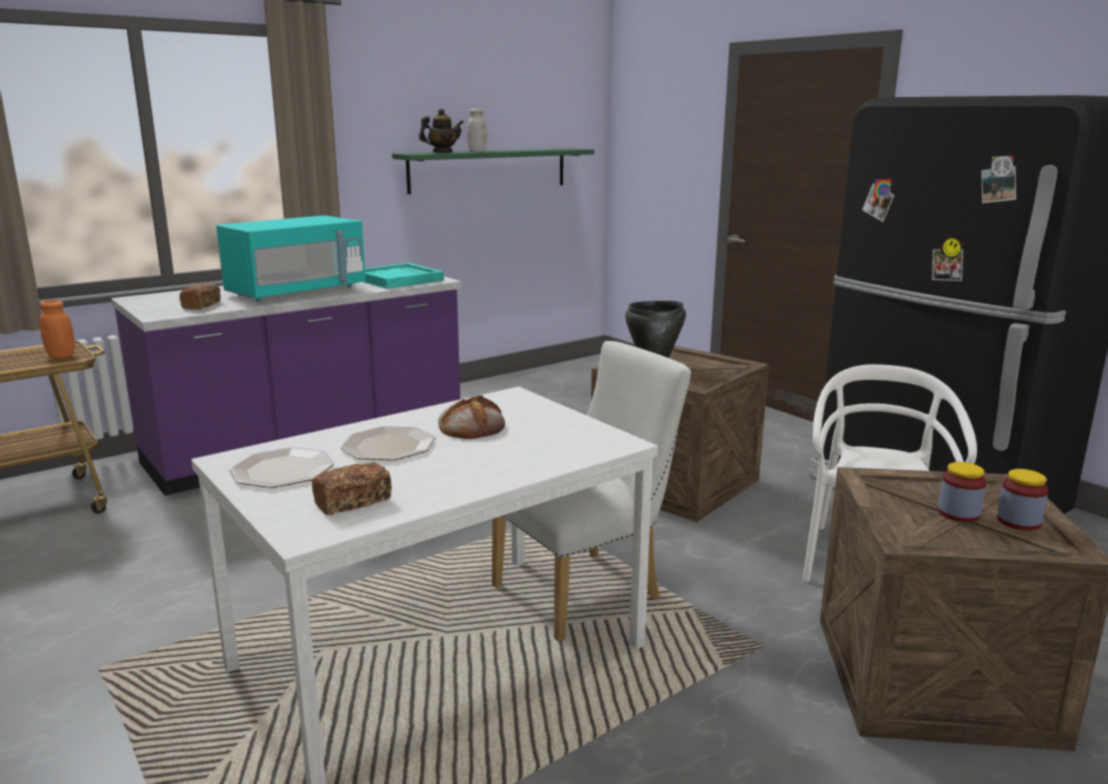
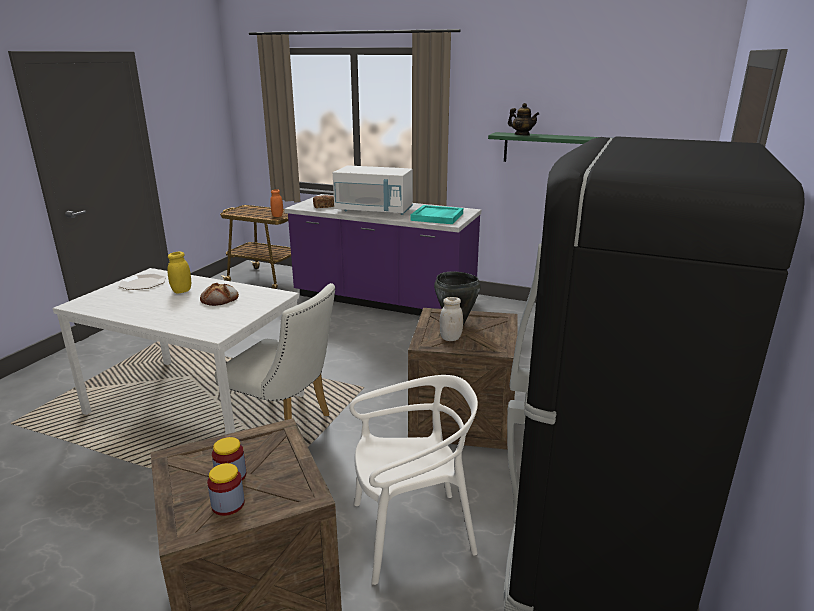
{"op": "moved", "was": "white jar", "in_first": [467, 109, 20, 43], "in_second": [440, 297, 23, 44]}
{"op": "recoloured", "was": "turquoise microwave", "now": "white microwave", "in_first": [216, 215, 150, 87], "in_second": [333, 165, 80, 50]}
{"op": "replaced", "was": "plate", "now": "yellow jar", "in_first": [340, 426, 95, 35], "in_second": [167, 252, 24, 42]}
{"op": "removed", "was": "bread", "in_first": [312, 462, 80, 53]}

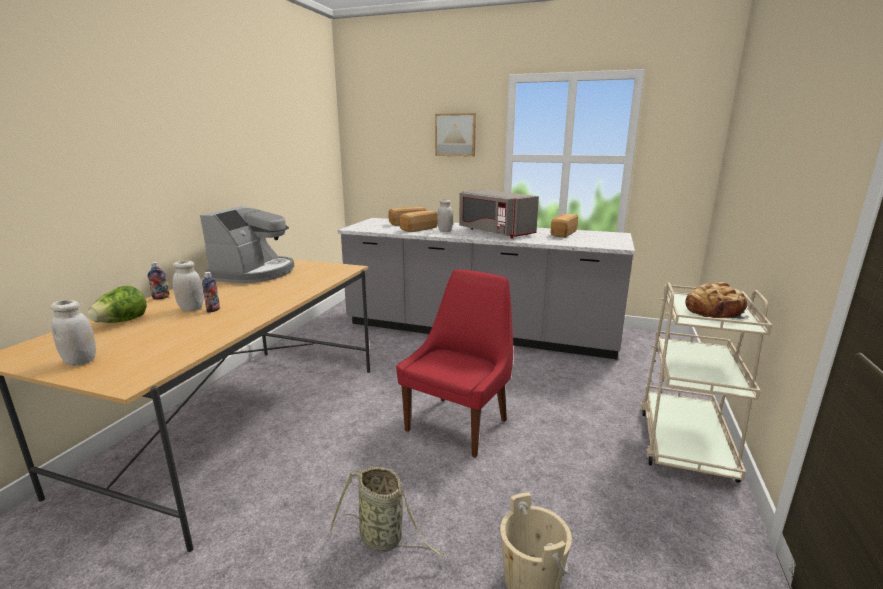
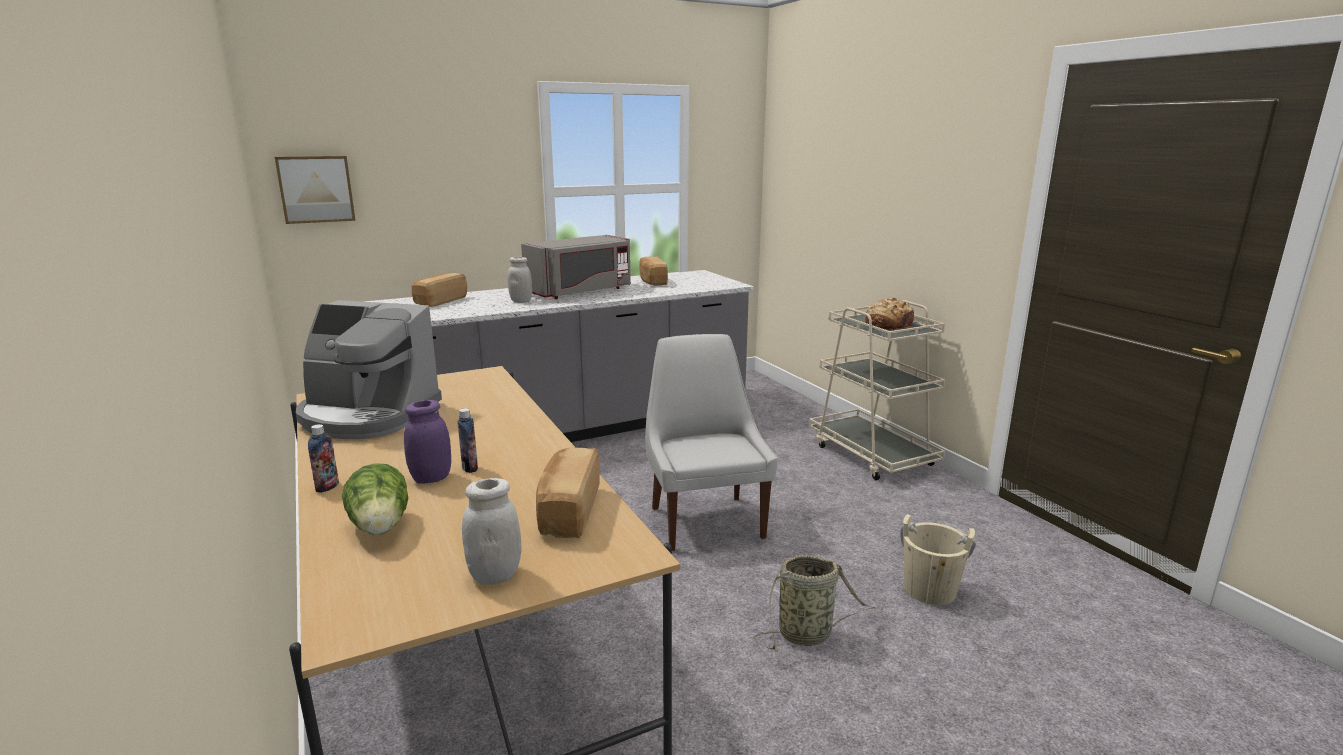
{"op": "moved", "was": "picture", "in_first": [435, 113, 41, 44], "in_second": [275, 156, 81, 68]}
{"op": "turned", "was": "grey microwave", "in_first": [459, 189, 80, 49], "in_second": [521, 235, 110, 64], "clockwise": -45}
{"op": "turned", "was": "coffee machine", "in_first": [200, 206, 94, 77], "in_second": [296, 300, 146, 139], "clockwise": 135}
{"op": "moved", "was": "bread", "in_first": [399, 211, 39, 21], "in_second": [536, 448, 64, 90]}
{"op": "recoloured", "was": "white jar", "now": "purple jar", "in_first": [173, 261, 31, 50], "in_second": [404, 400, 47, 84]}
{"op": "recoloured", "was": "red chair", "now": "white chair", "in_first": [396, 270, 117, 188], "in_second": [645, 334, 133, 217]}

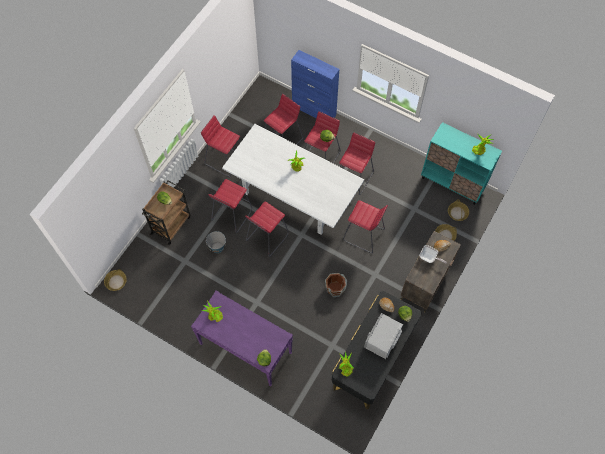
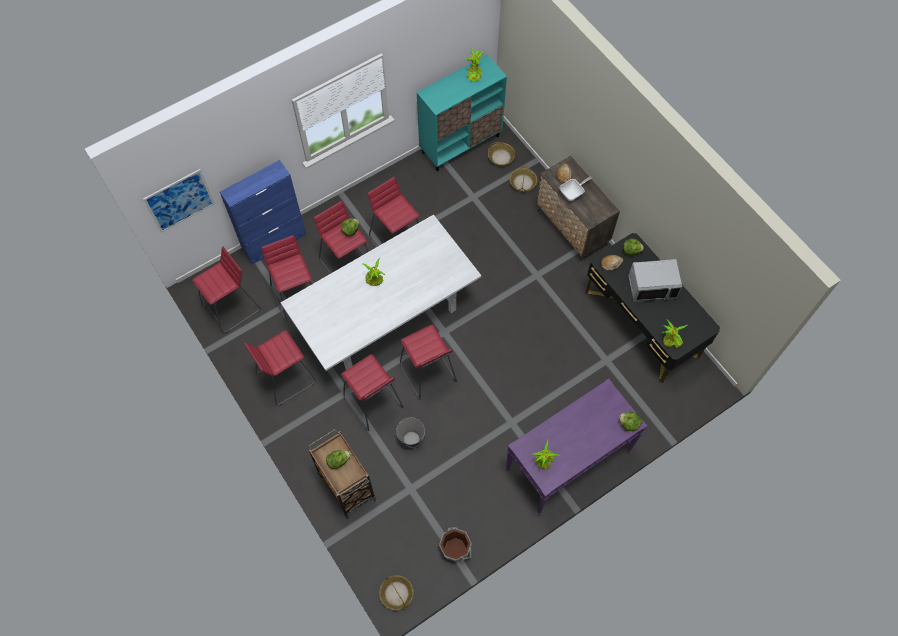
{"op": "moved", "was": "red stool", "in_first": [343, 200, 45, 54], "in_second": [192, 247, 69, 86]}
{"op": "moved", "was": "brown bucket", "in_first": [325, 273, 22, 24], "in_second": [439, 527, 33, 35]}
{"op": "turned", "was": "grey microwave", "in_first": [364, 313, 39, 46], "in_second": [628, 259, 54, 43], "clockwise": -60}
{"op": "added", "now": "picture", "in_second": [143, 169, 72, 64]}

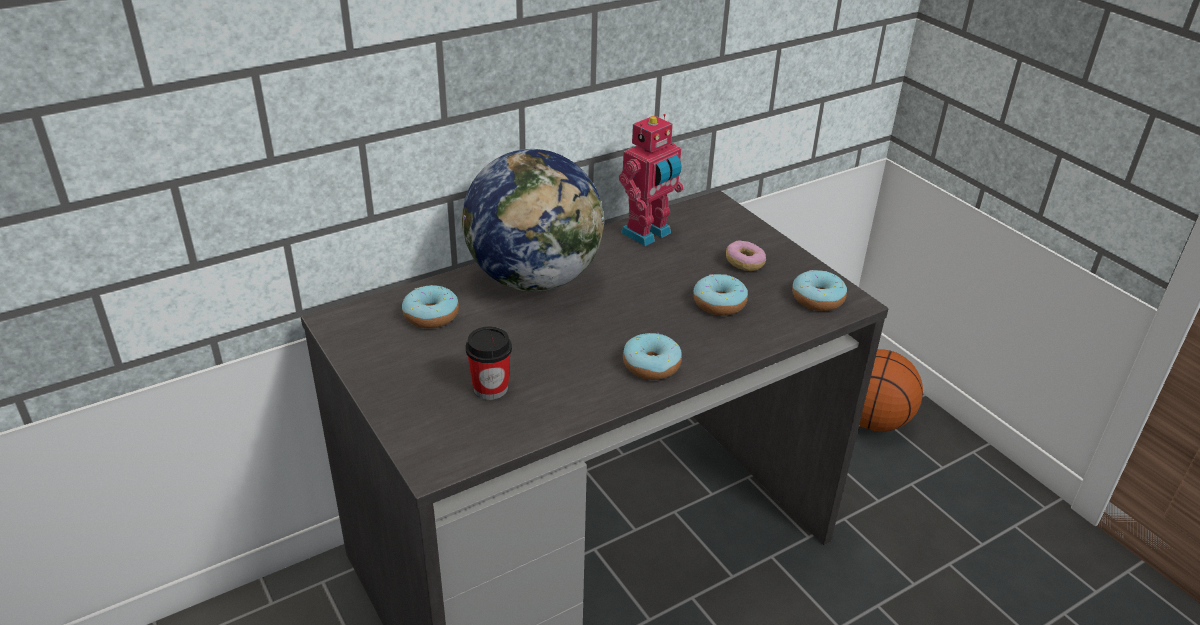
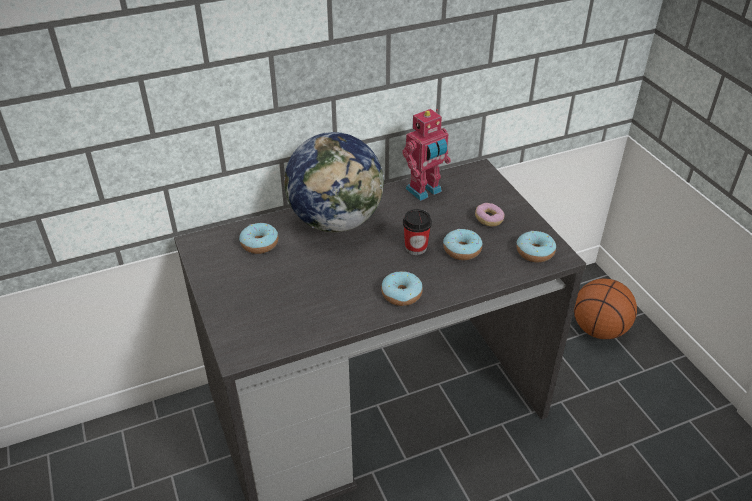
{"op": "moved", "was": "cup", "in_first": [466, 326, 46, 74], "in_second": [403, 209, 29, 46]}

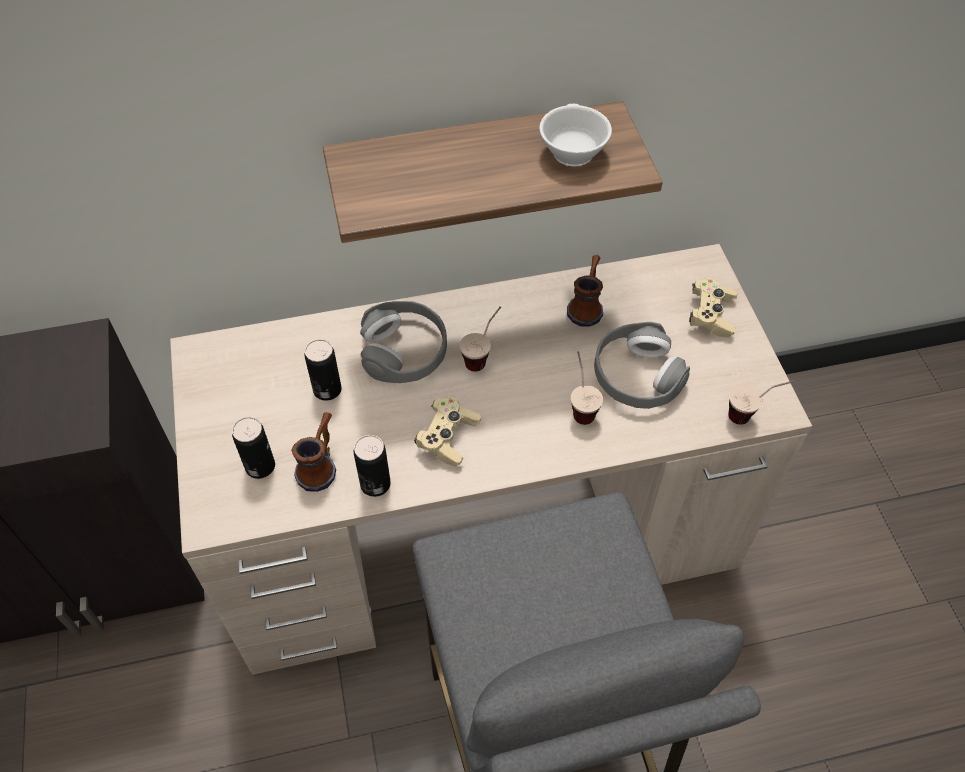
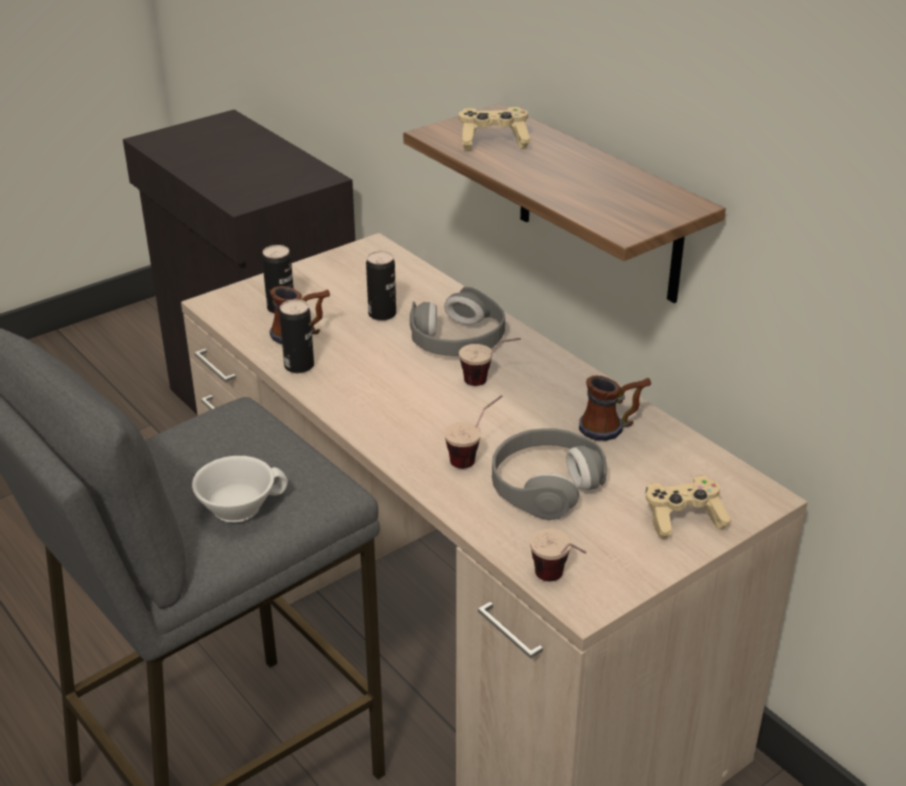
{"op": "moved", "was": "white cup", "in_first": [539, 104, 73, 62], "in_second": [192, 456, 96, 67]}
{"op": "moved", "was": "beige game controller", "in_first": [414, 397, 67, 70], "in_second": [458, 107, 73, 44]}

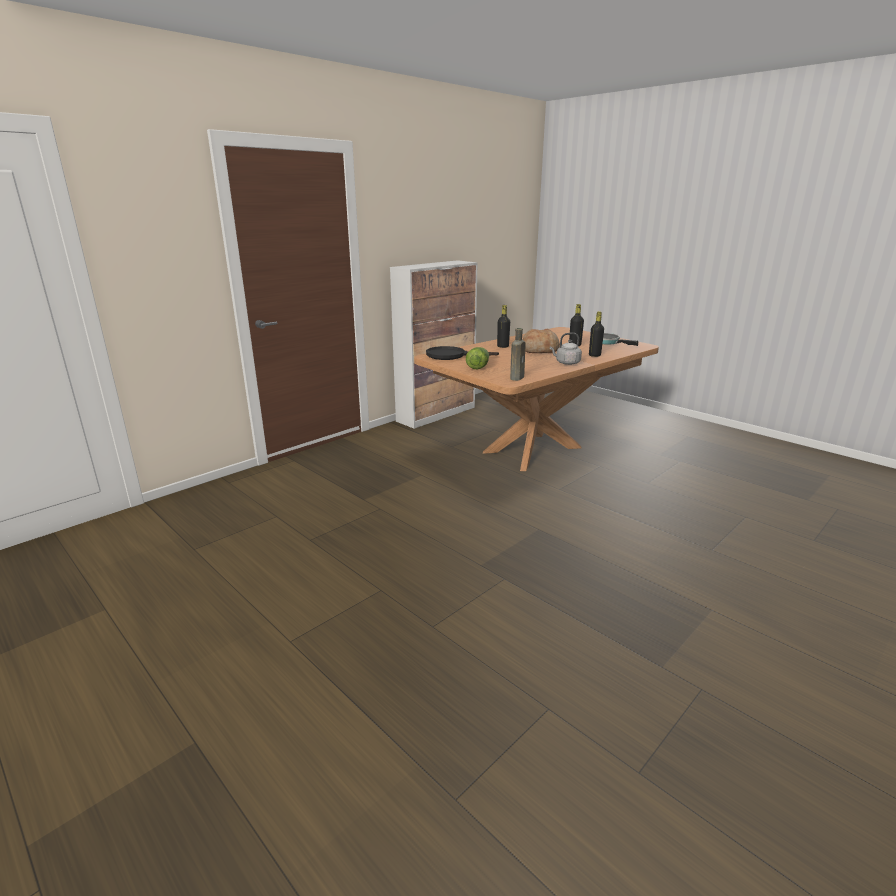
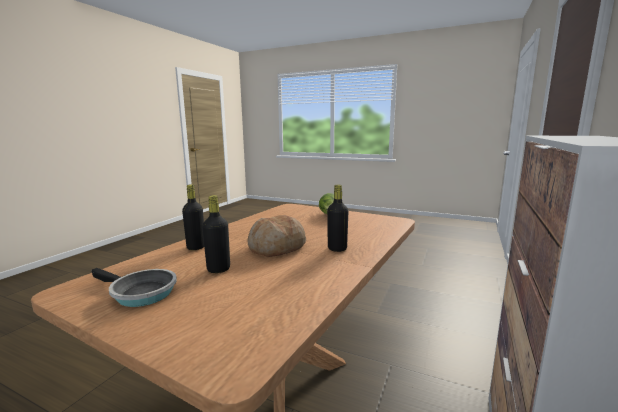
{"op": "removed", "was": "brown bottle", "in_first": [510, 328, 16, 53]}
{"op": "removed", "was": "grey kettle", "in_first": [550, 333, 32, 32]}
{"op": "removed", "was": "black frying pan", "in_first": [426, 346, 73, 14]}

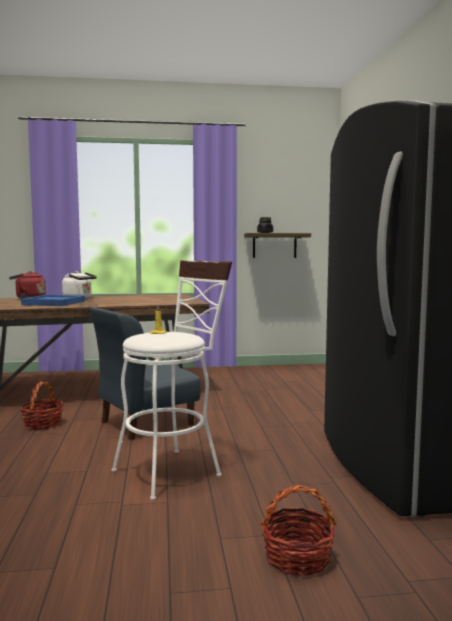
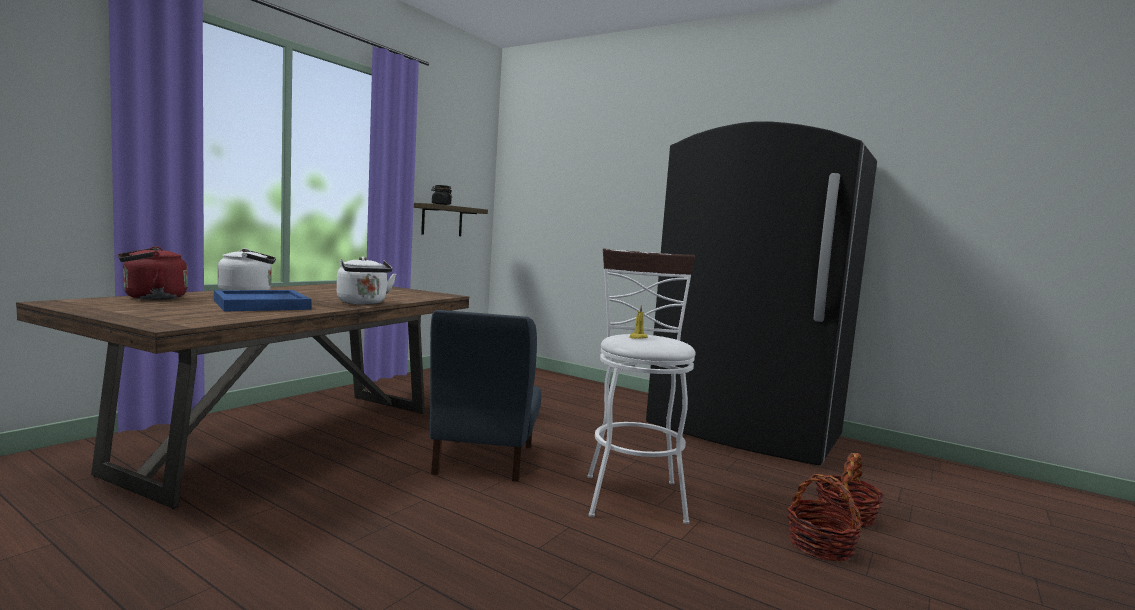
{"op": "moved", "was": "basket", "in_first": [20, 381, 43, 49], "in_second": [787, 474, 76, 87]}
{"op": "added", "now": "white kettle", "in_second": [337, 257, 59, 48]}

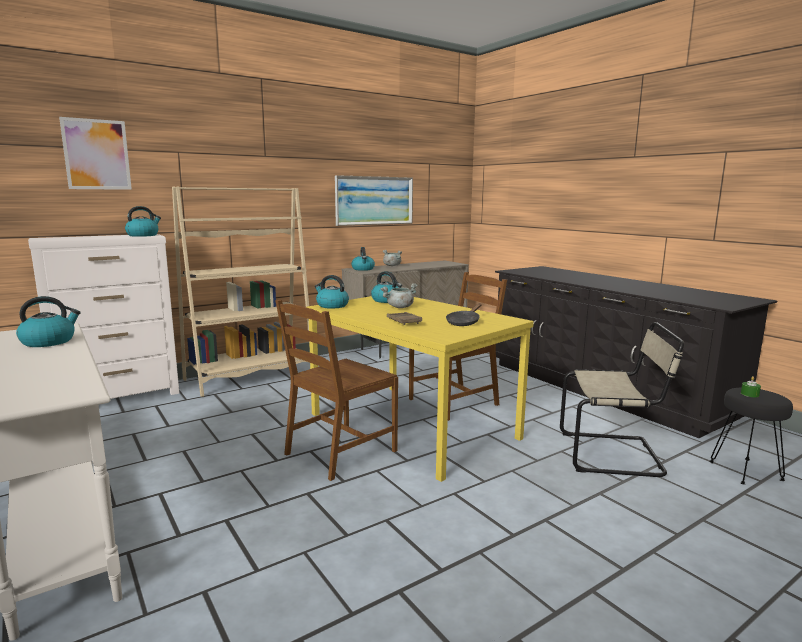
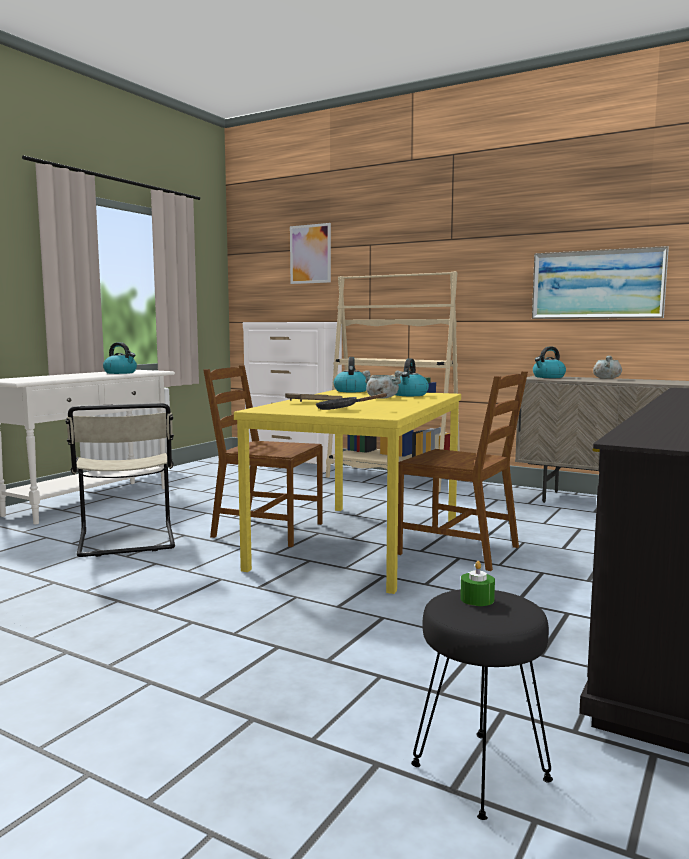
{"op": "removed", "was": "kettle", "in_first": [125, 206, 36, 31]}
{"op": "moved", "was": "beige chair", "in_first": [560, 322, 124, 155], "in_second": [65, 403, 110, 154]}

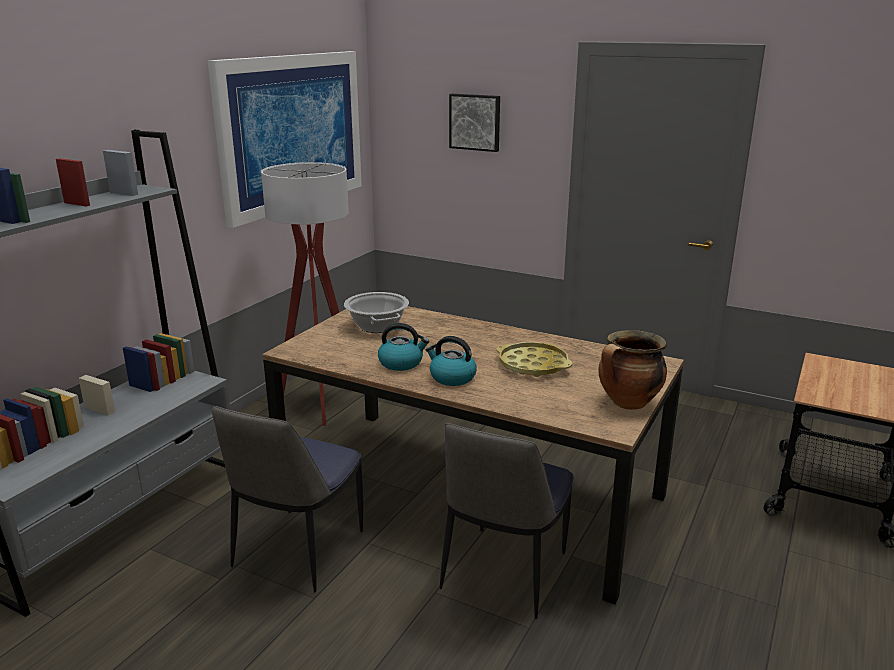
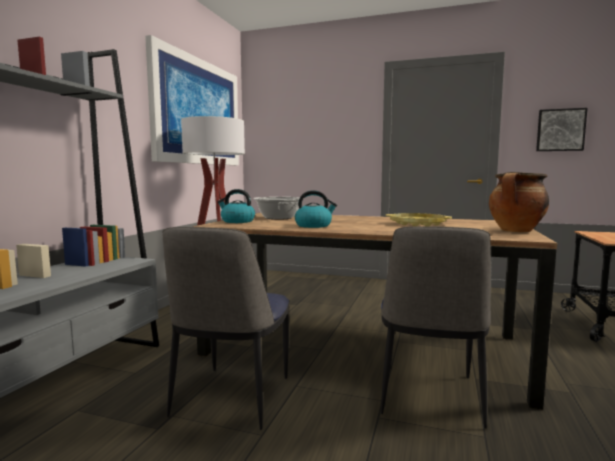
{"op": "moved", "was": "picture", "in_first": [449, 94, 51, 58], "in_second": [536, 108, 52, 43]}
{"op": "moved", "was": "kettle", "in_first": [425, 336, 52, 50], "in_second": [217, 189, 38, 34]}

